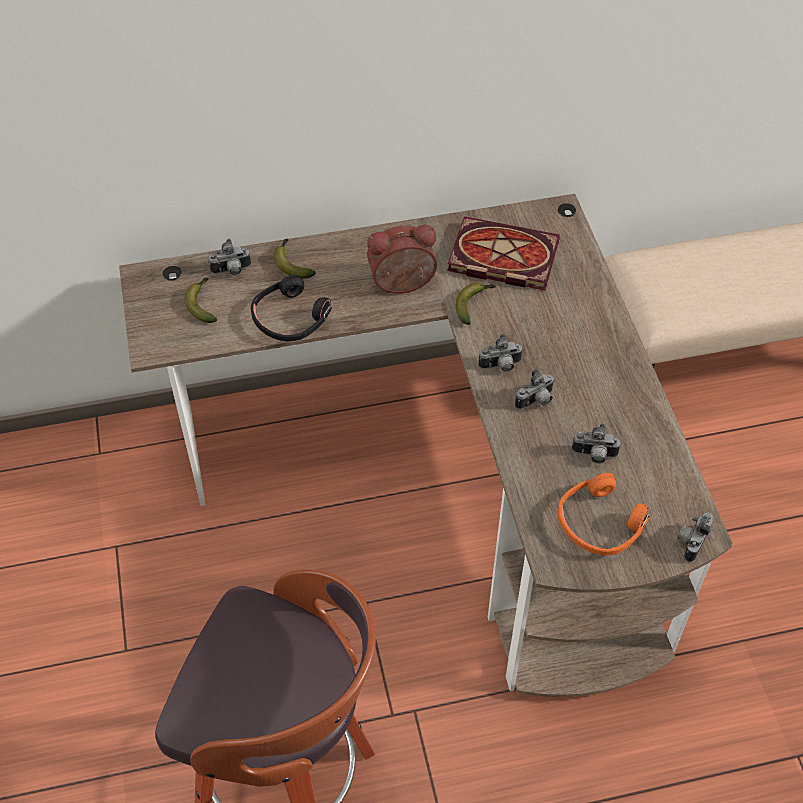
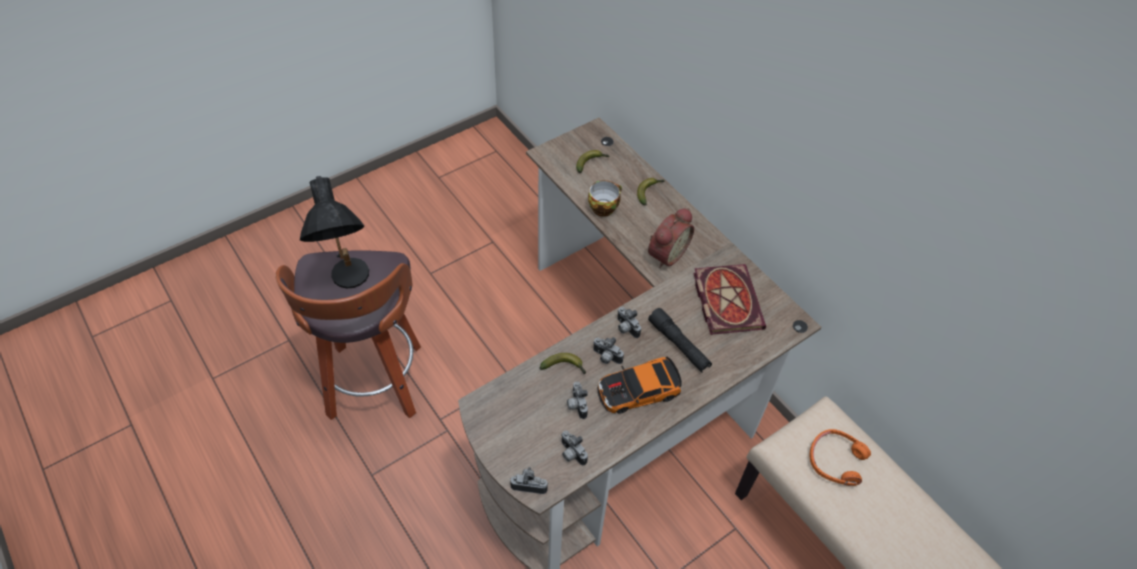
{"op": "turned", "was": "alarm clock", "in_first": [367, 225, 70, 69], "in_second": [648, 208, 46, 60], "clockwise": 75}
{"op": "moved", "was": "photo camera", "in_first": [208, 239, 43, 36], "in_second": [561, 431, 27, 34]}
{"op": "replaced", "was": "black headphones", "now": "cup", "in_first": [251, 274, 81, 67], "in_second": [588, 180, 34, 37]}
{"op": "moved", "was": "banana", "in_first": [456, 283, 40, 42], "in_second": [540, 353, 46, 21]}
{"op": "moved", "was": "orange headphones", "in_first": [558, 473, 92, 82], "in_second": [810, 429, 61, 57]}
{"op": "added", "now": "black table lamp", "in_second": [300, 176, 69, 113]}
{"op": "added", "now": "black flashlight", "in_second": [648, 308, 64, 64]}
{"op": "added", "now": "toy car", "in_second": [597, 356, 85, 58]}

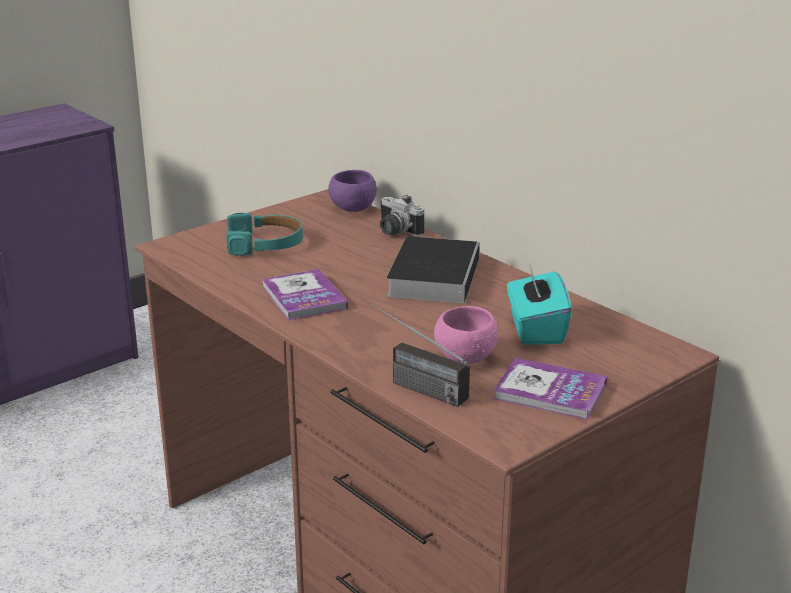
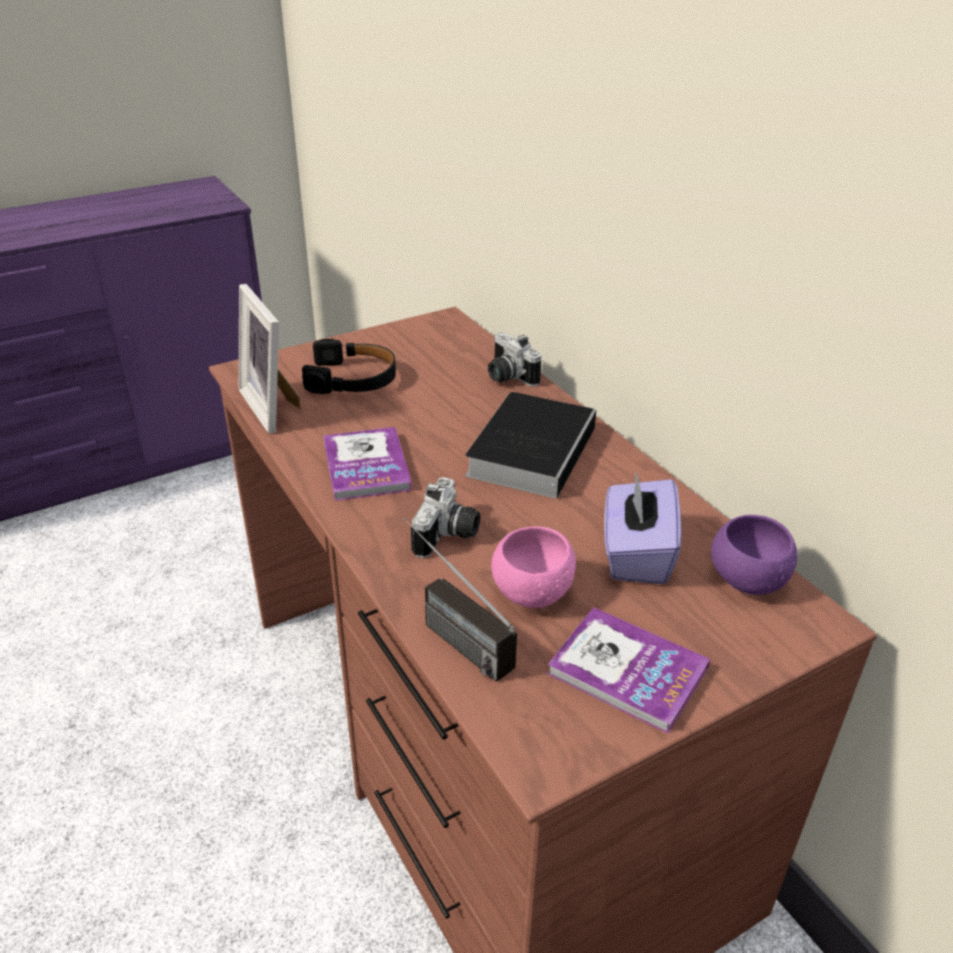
{"op": "moved", "was": "purple bowl", "in_first": [328, 170, 49, 42], "in_second": [711, 515, 86, 80]}
{"op": "recoloured", "was": "turquoise headphones", "now": "black headphones", "in_first": [226, 213, 77, 42], "in_second": [302, 339, 94, 55]}
{"op": "recoloured", "was": "turquoise tissue box", "now": "purple tissue box", "in_first": [507, 263, 65, 82], "in_second": [604, 472, 77, 112]}
{"op": "added", "now": "picture frame", "in_second": [239, 284, 61, 150]}
{"op": "added", "now": "photo camera", "in_second": [411, 477, 69, 81]}

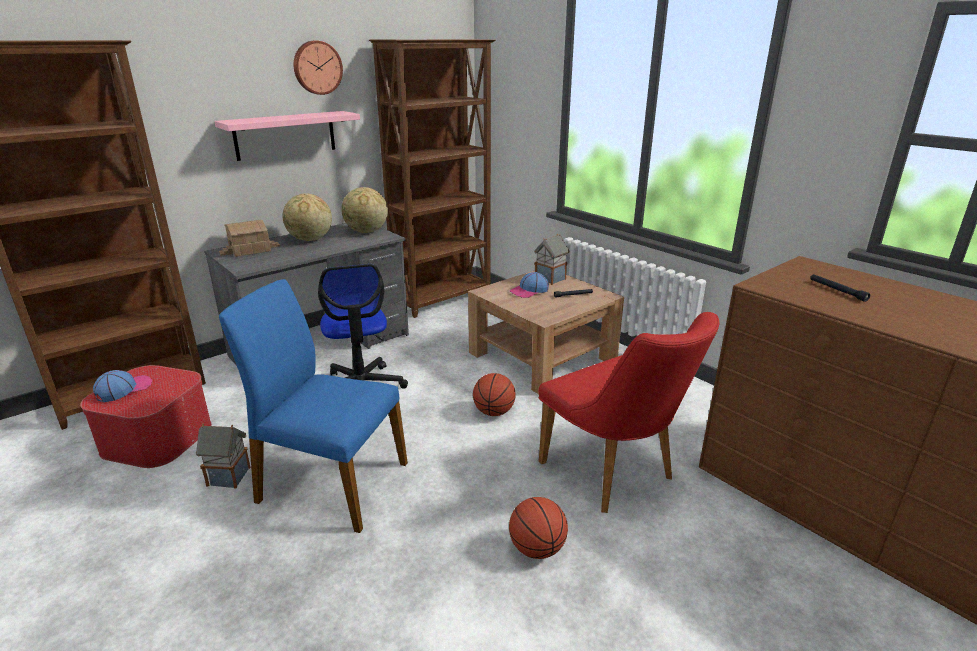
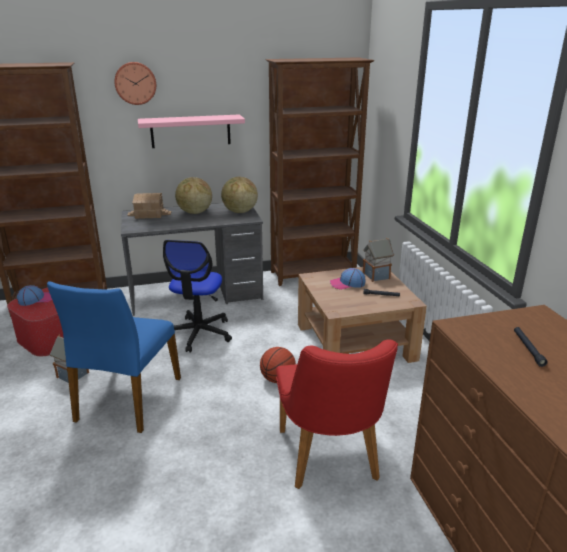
{"op": "moved", "was": "wall clock", "in_first": [294, 41, 49, 54], "in_second": [114, 62, 42, 43]}
{"op": "turned", "was": "blue chair", "in_first": [219, 279, 189, 254], "in_second": [47, 281, 134, 152], "clockwise": -120}
{"op": "removed", "was": "basketball", "in_first": [509, 497, 59, 62]}

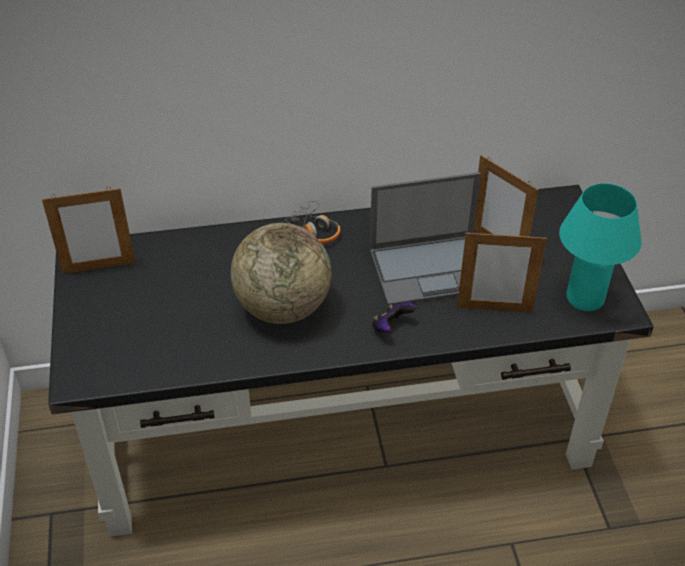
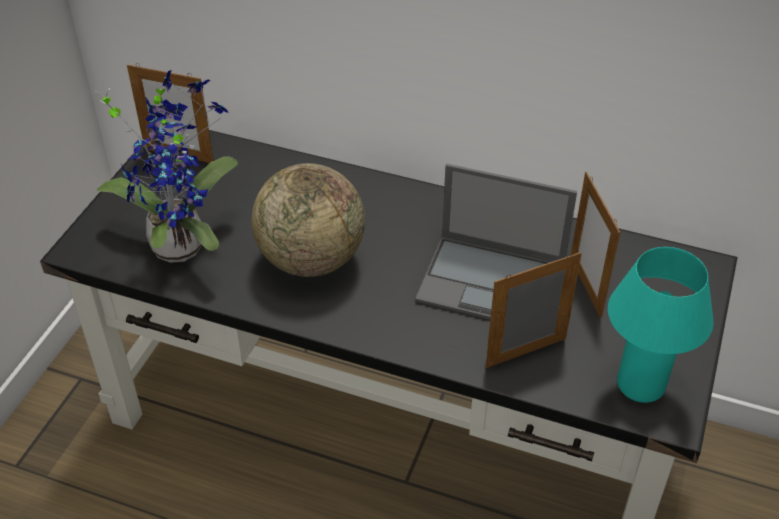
{"op": "removed", "was": "headphones", "in_first": [285, 201, 56, 43]}
{"op": "turned", "was": "picture frame", "in_first": [457, 230, 90, 83], "in_second": [486, 252, 96, 116], "clockwise": 120}
{"op": "removed", "was": "game controller", "in_first": [372, 302, 44, 31]}
{"op": "added", "now": "potted plant", "in_second": [95, 70, 143, 193]}

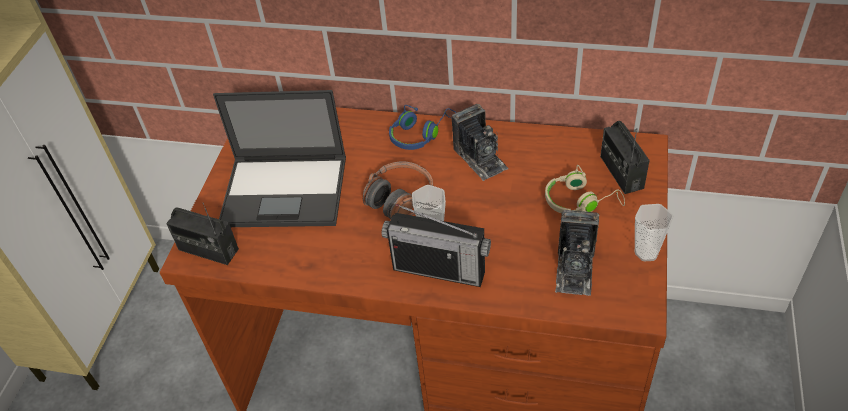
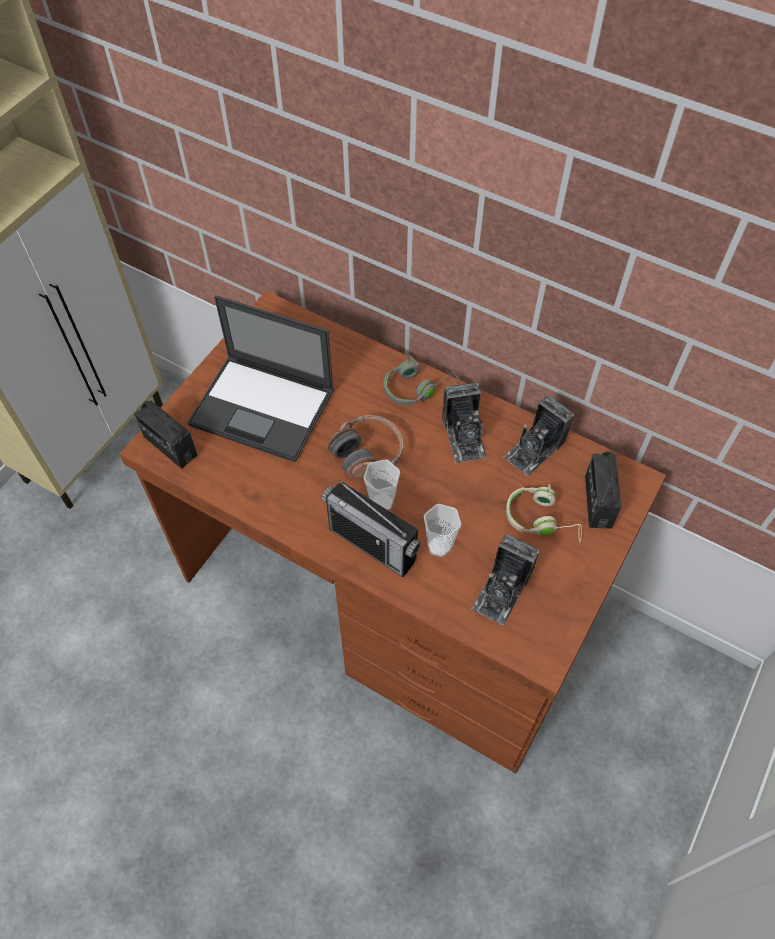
{"op": "recoloured", "was": "blue headphones", "now": "grey headphones", "in_first": [389, 105, 67, 45], "in_second": [383, 355, 77, 50]}
{"op": "moved", "was": "cup", "in_first": [635, 204, 39, 58], "in_second": [424, 504, 37, 53]}
{"op": "added", "now": "photo camera", "in_second": [503, 395, 72, 81]}

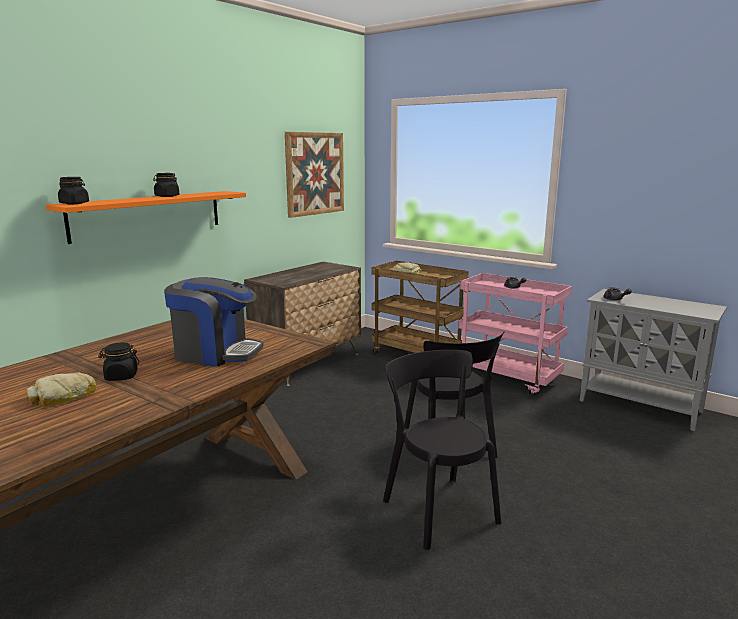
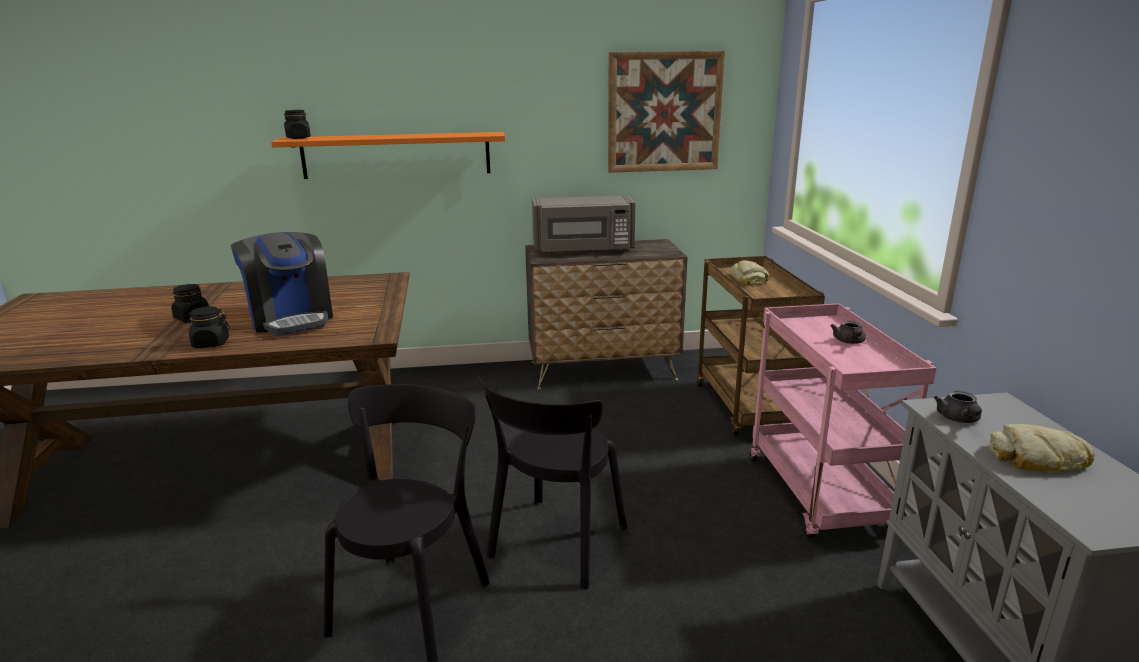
{"op": "moved", "was": "black jar", "in_first": [153, 173, 26, 24], "in_second": [183, 306, 47, 42]}
{"op": "moved", "was": "bread", "in_first": [27, 372, 69, 35], "in_second": [990, 424, 105, 47]}
{"op": "added", "now": "grey microwave", "in_second": [532, 195, 104, 59]}

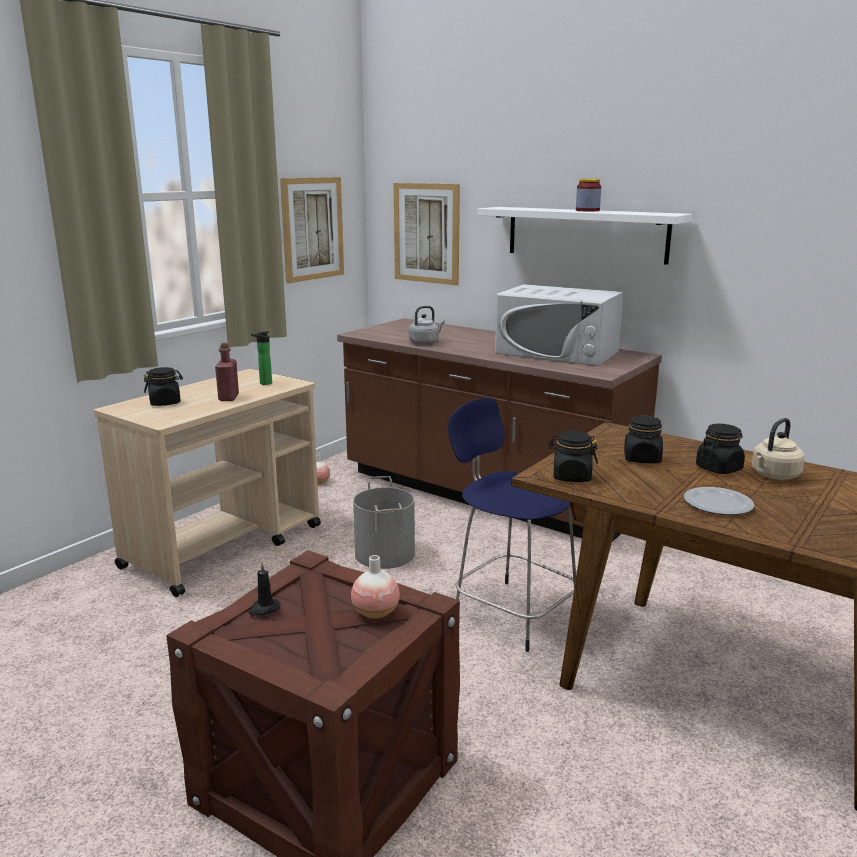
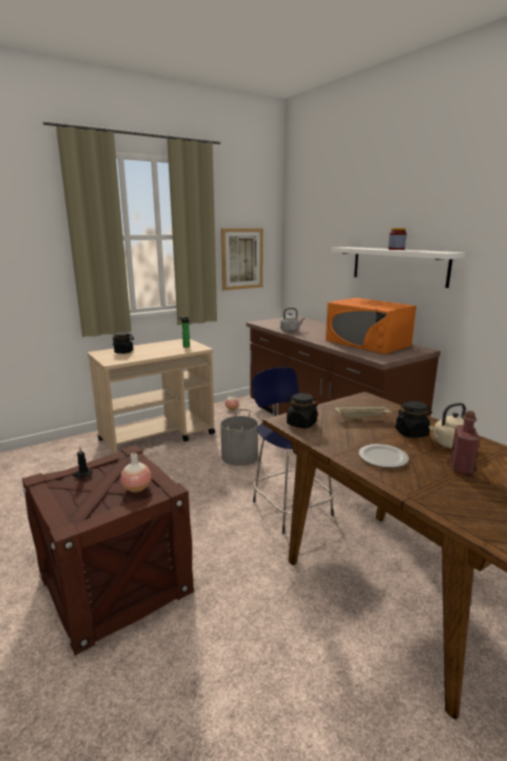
{"op": "removed", "was": "picture", "in_first": [394, 183, 66, 103]}
{"op": "recoloured", "was": "white microwave", "now": "orange microwave", "in_first": [495, 284, 129, 82], "in_second": [326, 298, 90, 56]}
{"op": "moved", "was": "red bottle", "in_first": [215, 343, 24, 58], "in_second": [451, 411, 29, 63]}
{"op": "replaced", "was": "black jar", "now": "beige tray", "in_first": [624, 415, 39, 48], "in_second": [335, 404, 58, 17]}

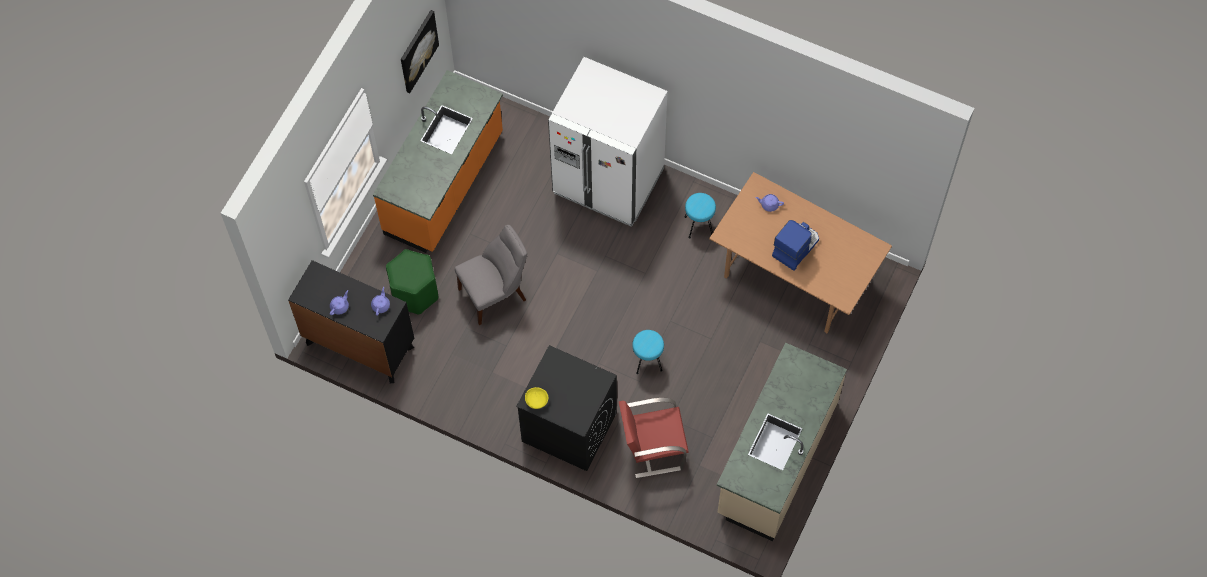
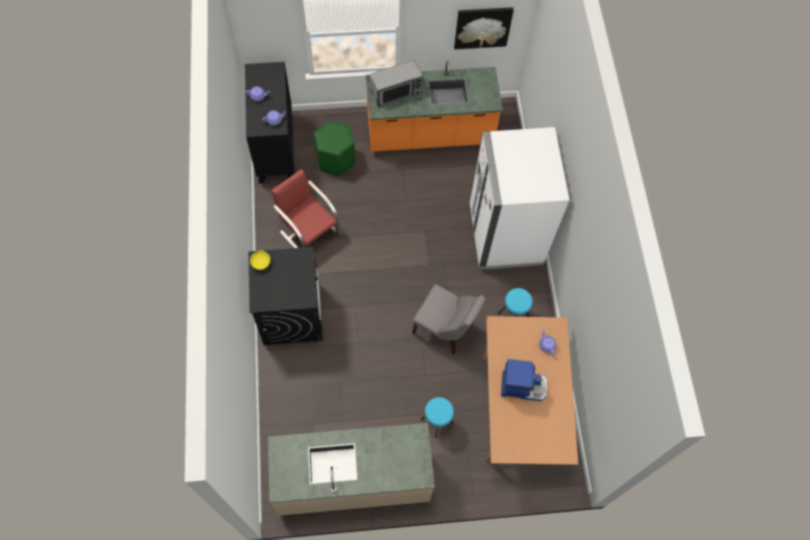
{"op": "moved", "was": "grey chair", "in_first": [455, 225, 72, 100], "in_second": [412, 284, 73, 71]}
{"op": "moved", "was": "turquoise stool", "in_first": [632, 330, 32, 44], "in_second": [421, 397, 33, 41]}
{"op": "moved", "was": "red chair", "in_first": [619, 397, 70, 81], "in_second": [271, 169, 67, 79]}
{"op": "added", "now": "microwave", "in_second": [369, 60, 54, 47]}

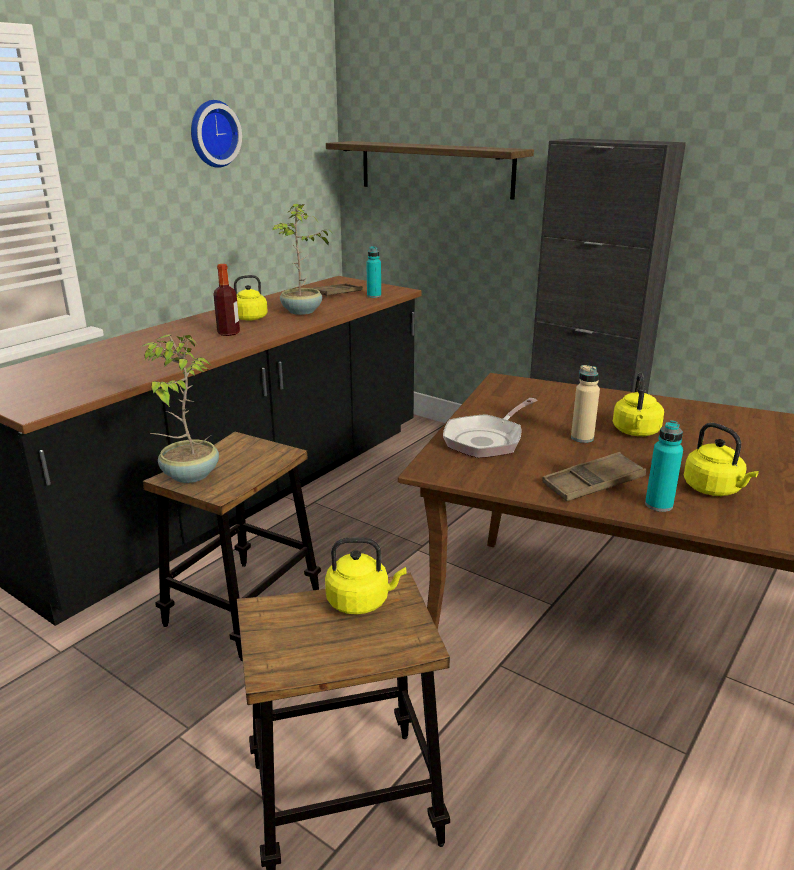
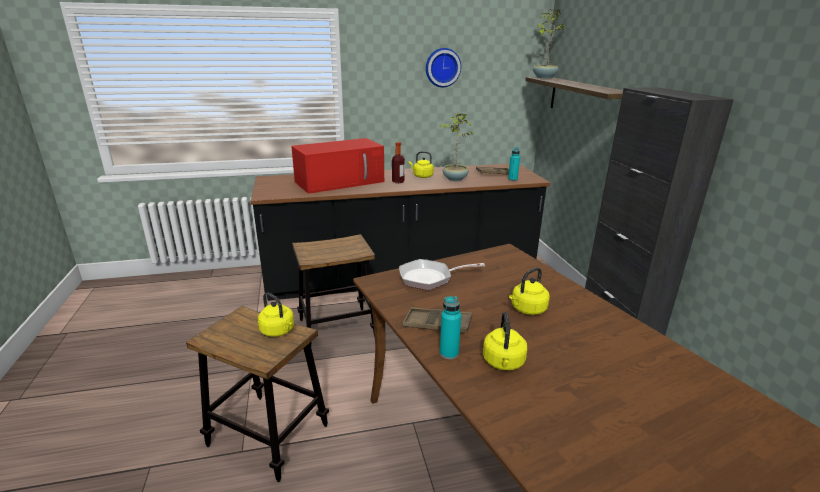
{"op": "moved", "was": "potted plant", "in_first": [141, 335, 78, 148], "in_second": [533, 9, 33, 70]}
{"op": "removed", "was": "beige bottle", "in_first": [571, 365, 29, 78]}
{"op": "added", "now": "red microwave", "in_second": [291, 138, 93, 56]}

